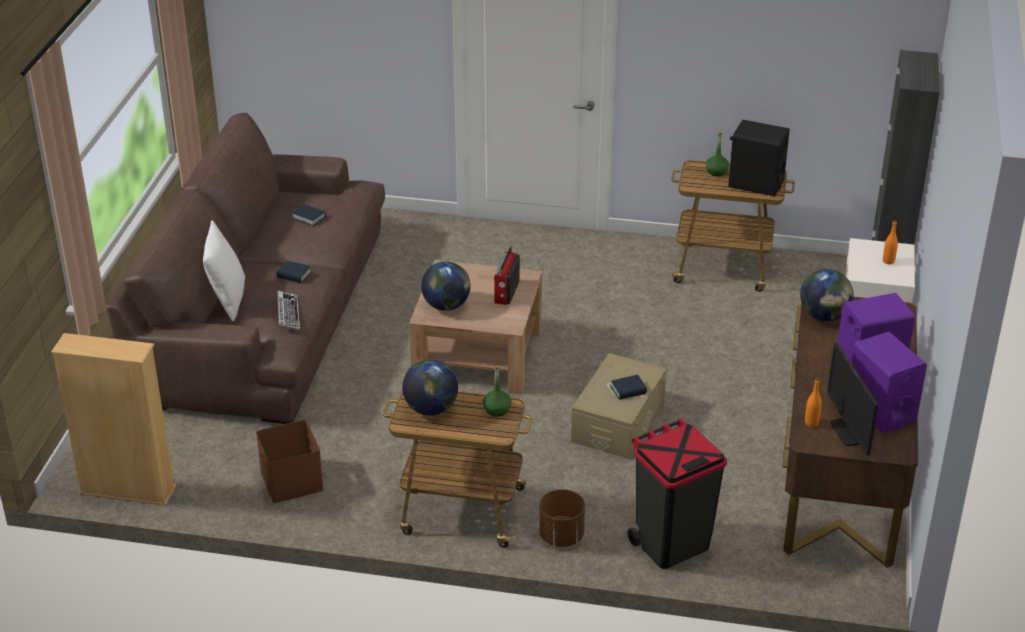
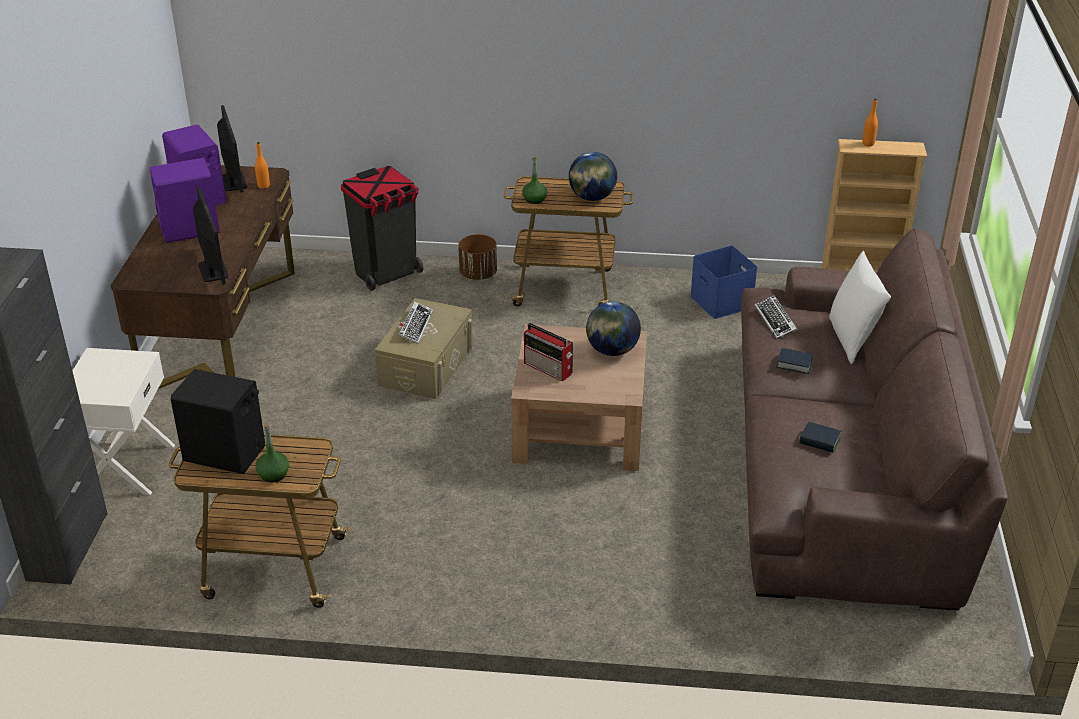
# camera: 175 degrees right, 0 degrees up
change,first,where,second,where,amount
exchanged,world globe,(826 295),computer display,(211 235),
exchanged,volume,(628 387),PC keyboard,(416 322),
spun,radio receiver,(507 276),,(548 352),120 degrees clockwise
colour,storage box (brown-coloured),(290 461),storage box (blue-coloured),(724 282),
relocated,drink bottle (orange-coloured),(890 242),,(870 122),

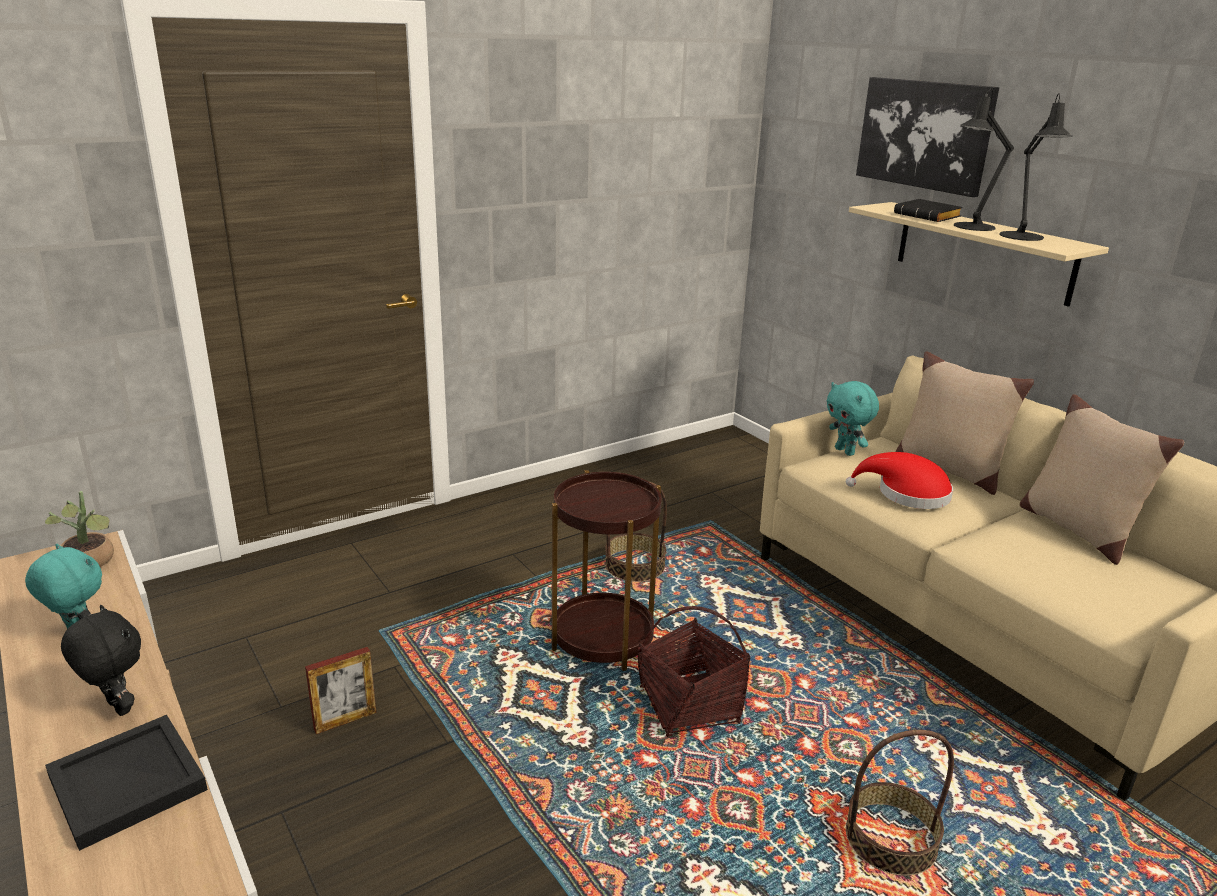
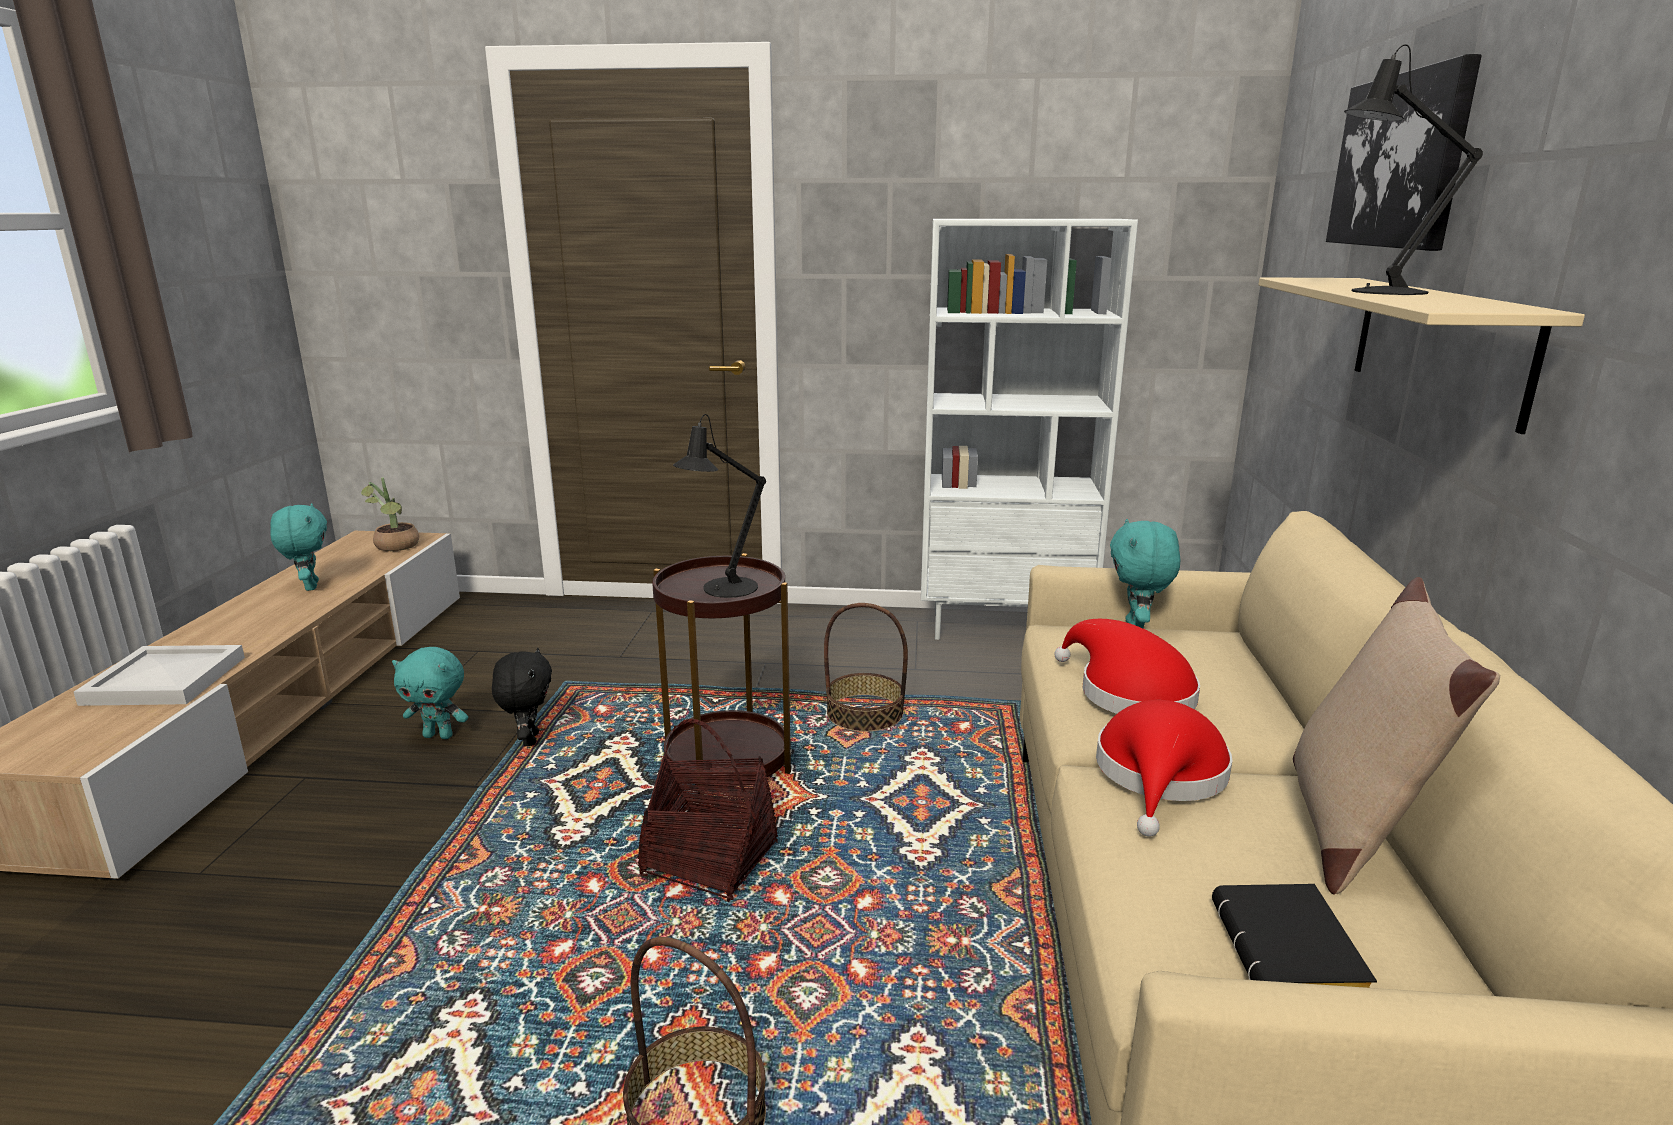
# camera: 40 degrees right, 5 degrees down
change,first,where,second,where,amount
colour,serving tray (black),(126 783),serving tray (white-coloured),(159 675),
exchanged,picture frame,(340 690),plush toy (turquoise),(430 693),
relocated,plush toy (black),(101 660),,(522 697),
relocated,lamp for a table (black),(1035 167),,(719 506),
appeared,,,bookshelf (white-coloured),(1029 429),
appeared,,,clothing hat (red-coloured),(1164 768),
relocated,volume (black),(928 210),,(1294 936),
missing,cushion (beige),(964 423),,,

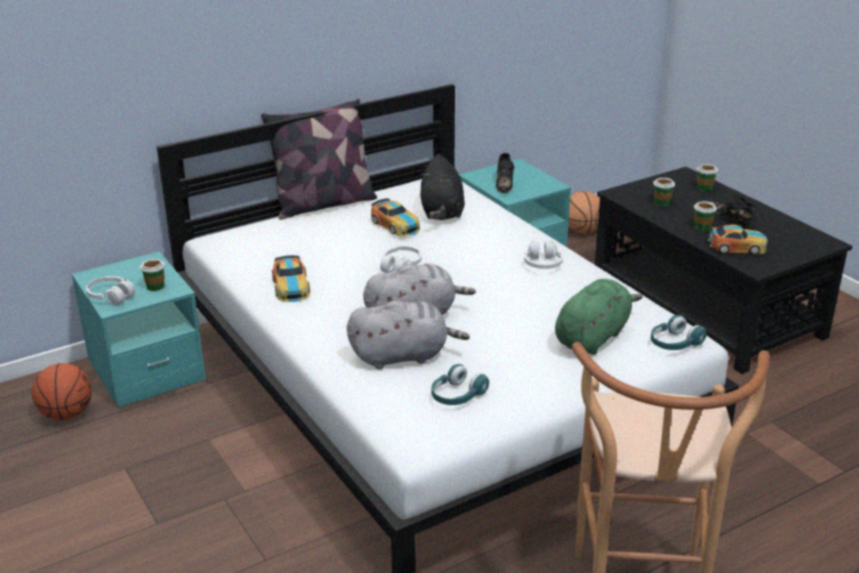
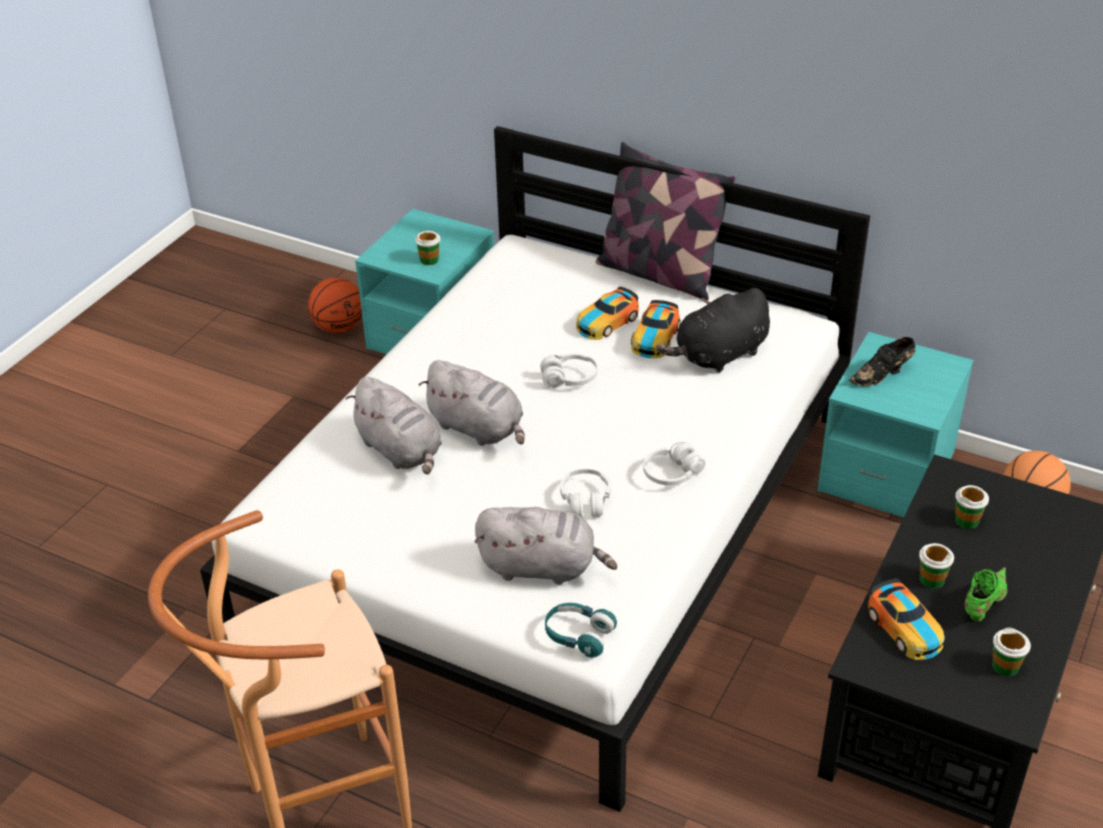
# camera: 60 degrees right, 10 degrees up
change,first,where,second,where,amount
colour,plush toy (green-coloured),(599 317),plush toy (greyish),(545 546),
relocated,pair of headphones (white-coloured),(110 290),,(585 493),
relocated,model car,(291 278),,(607 313),
colour,item of footwear (black),(735 211),item of footwear (green-coloured),(985 594),
relocated,drinking cup,(707 177),,(1011 651),
missing,pair of headphones (turquoise),(460 384),,,

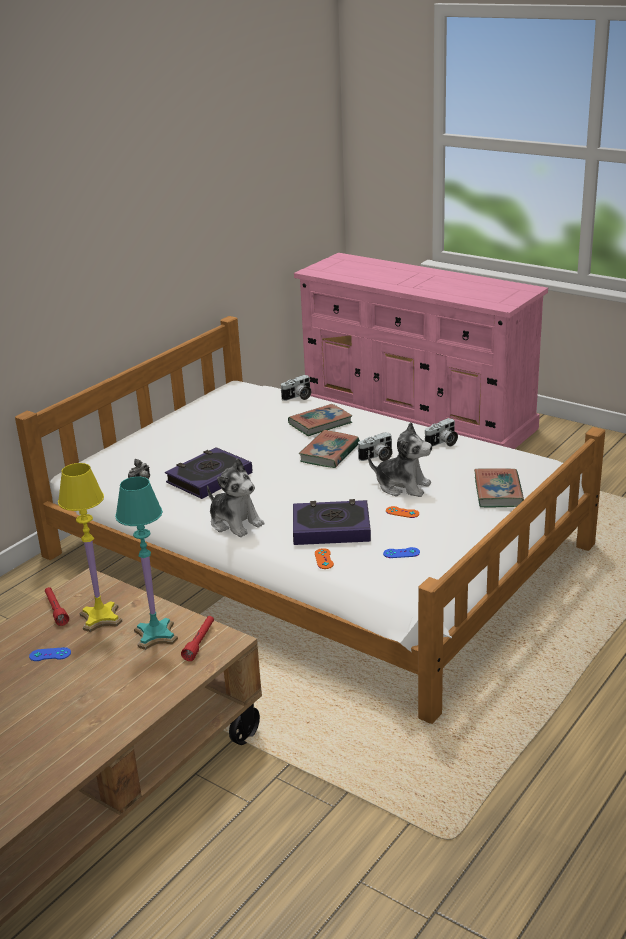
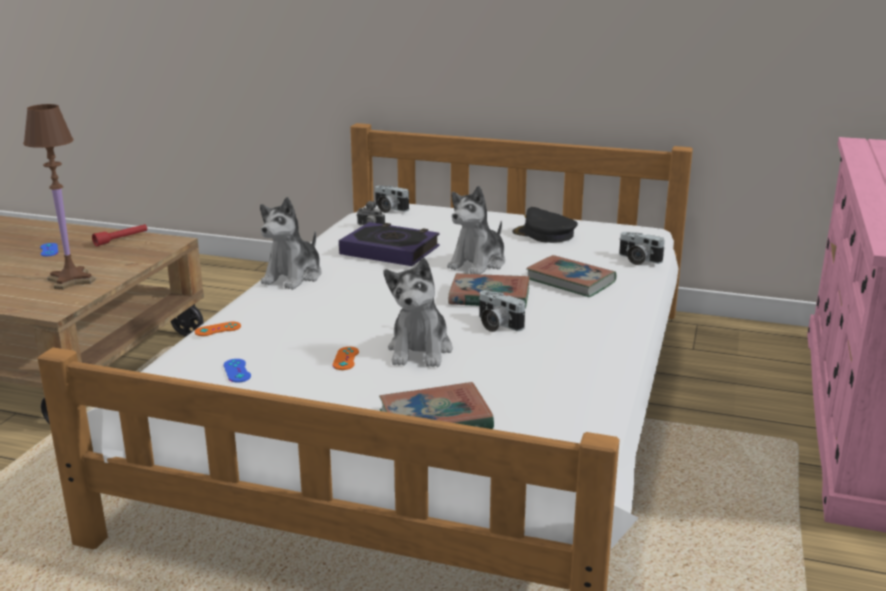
# camera: 70 degrees right, 5 degrees down
change,first,where,second,where,amount
colour,lamp for a table (turquoise),(146 563),lamp for a table (brown-coloured),(59 197),
relocated,still camera,(441 432),,(392 199),
appeared,,,plush toy,(476 230),
appeared,,,cap (black),(545 225),
missing,lamp for a table (yellowish),(90 547),,,
missing,torch (red-coloured),(197 638),,,
missing,volume,(332 522),,,

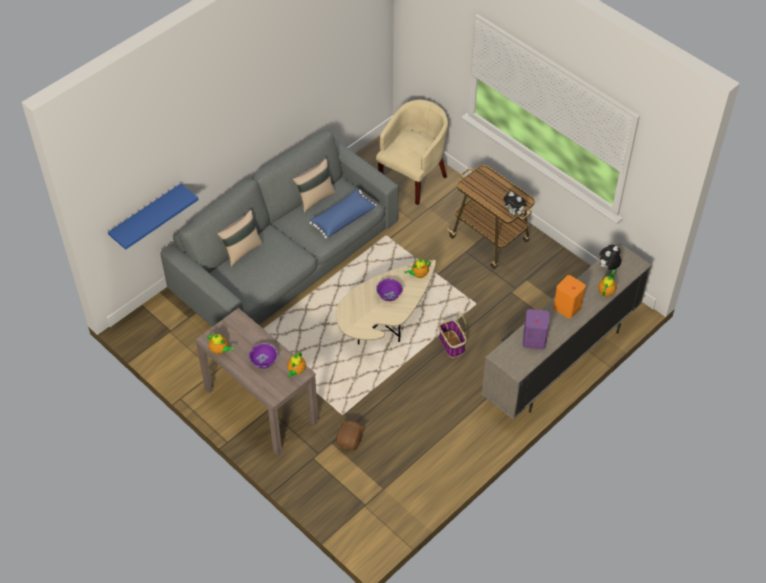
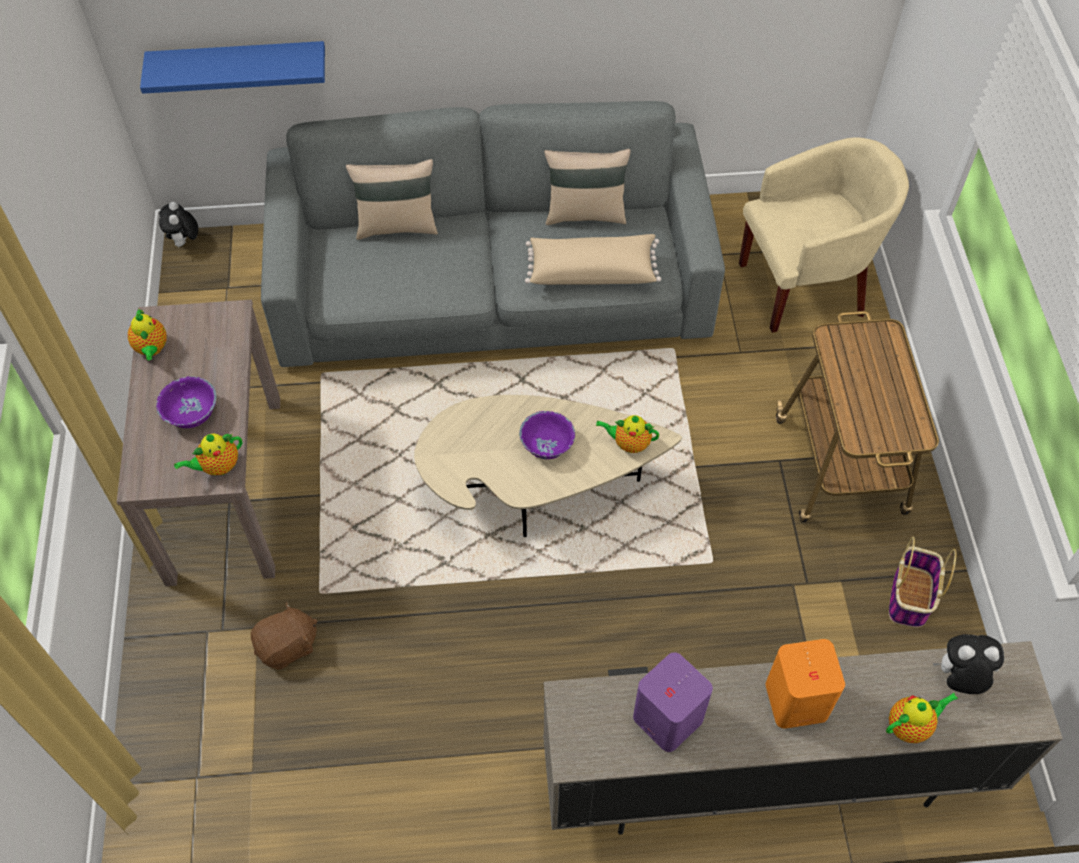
# camera: 40 degrees right, 5 degrees up
change,first,where,second,where,amount
relocated,plush toy,(515 203),,(178 225),
colour,cushion (blue-coloured),(343 214),cushion (beige),(593 259),
relocated,household basket,(453 335),,(923 582),

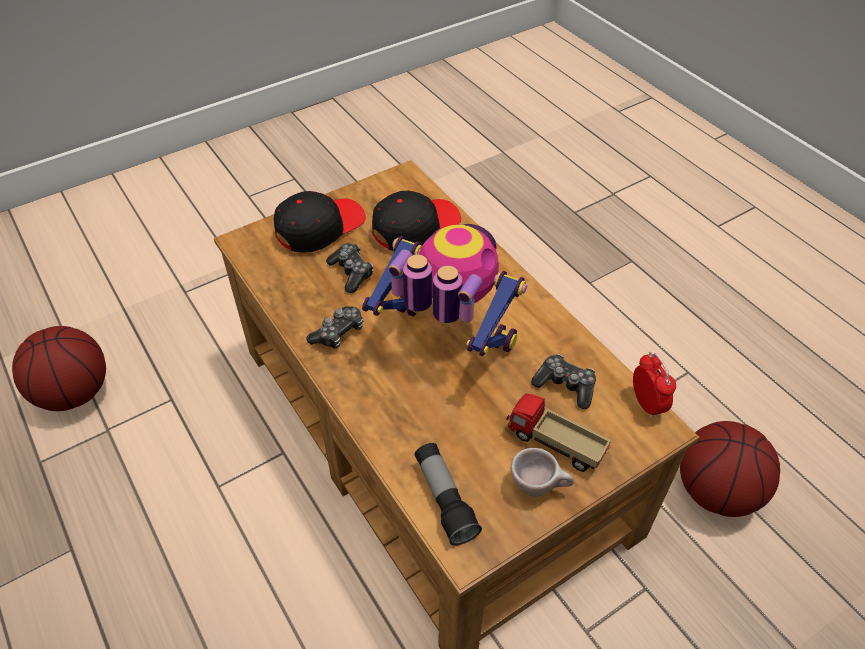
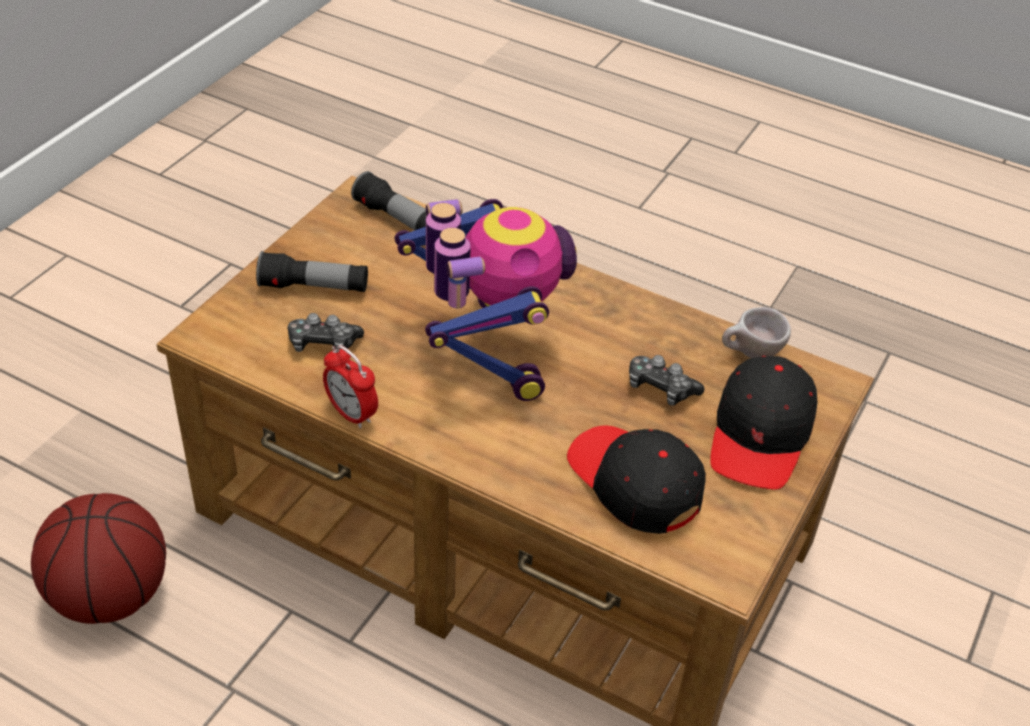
# camera: 150 degrees right, 5 degrees down
change,first,where,second,where,amount
exchanged,model truck,(558 433),torch,(312 271),
relocated,table clock,(654 385),,(350 387),
spun,robot figure,(444 290),,(485 300),105 degrees counterclockwise
spun,cap (black),(416 221),,(636 480),120 degrees clockwise
relocated,drinking cup (beige),(542 472),,(756 332),
missing,ball for basketball,(59 368),,,
missing,game controller,(334 327),,,

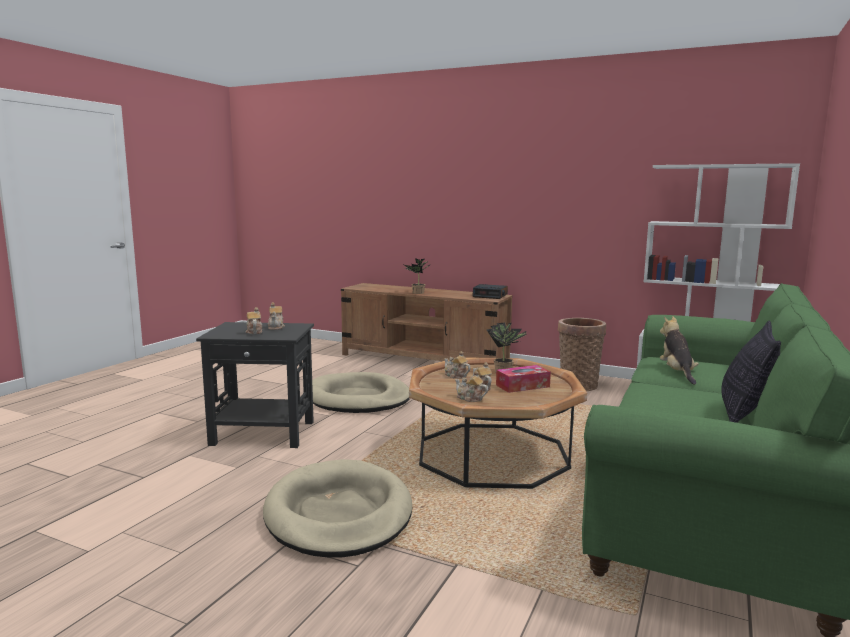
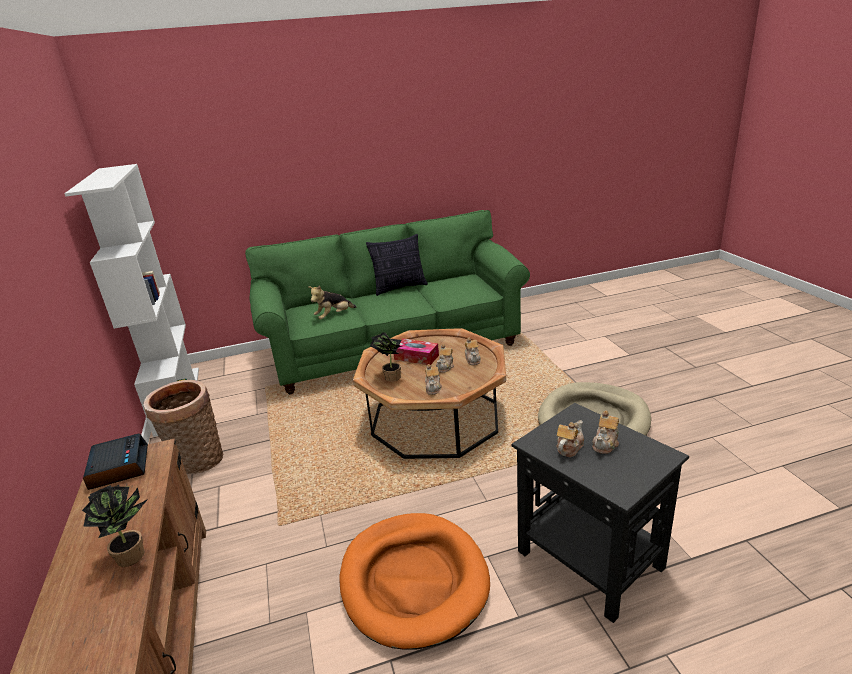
# camera: 130 degrees left, 15 degrees up
change,first,where,second,where,amount
colour,pet bed (beige),(361 392),pet bed (orange-coloured),(414 581),

